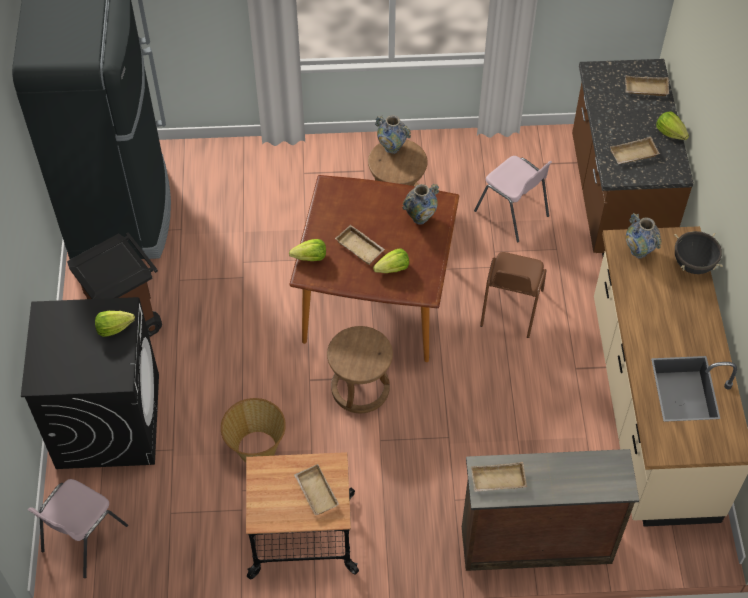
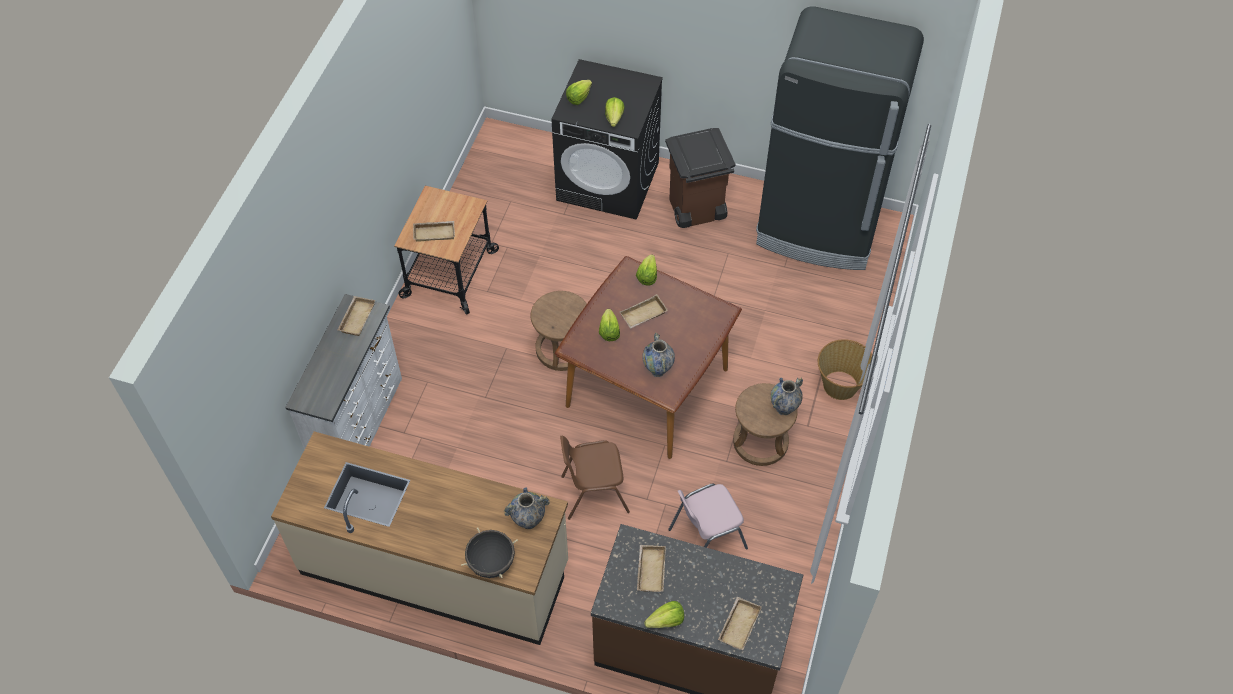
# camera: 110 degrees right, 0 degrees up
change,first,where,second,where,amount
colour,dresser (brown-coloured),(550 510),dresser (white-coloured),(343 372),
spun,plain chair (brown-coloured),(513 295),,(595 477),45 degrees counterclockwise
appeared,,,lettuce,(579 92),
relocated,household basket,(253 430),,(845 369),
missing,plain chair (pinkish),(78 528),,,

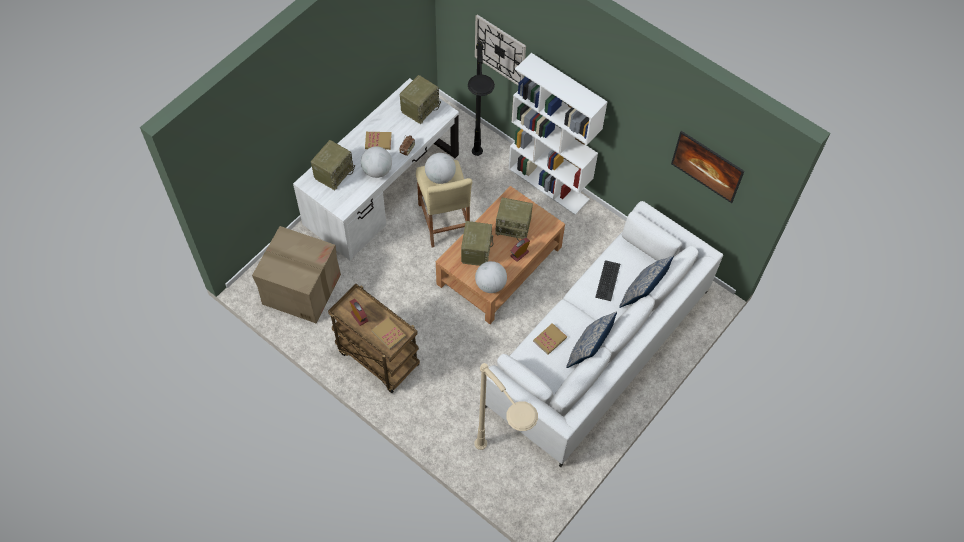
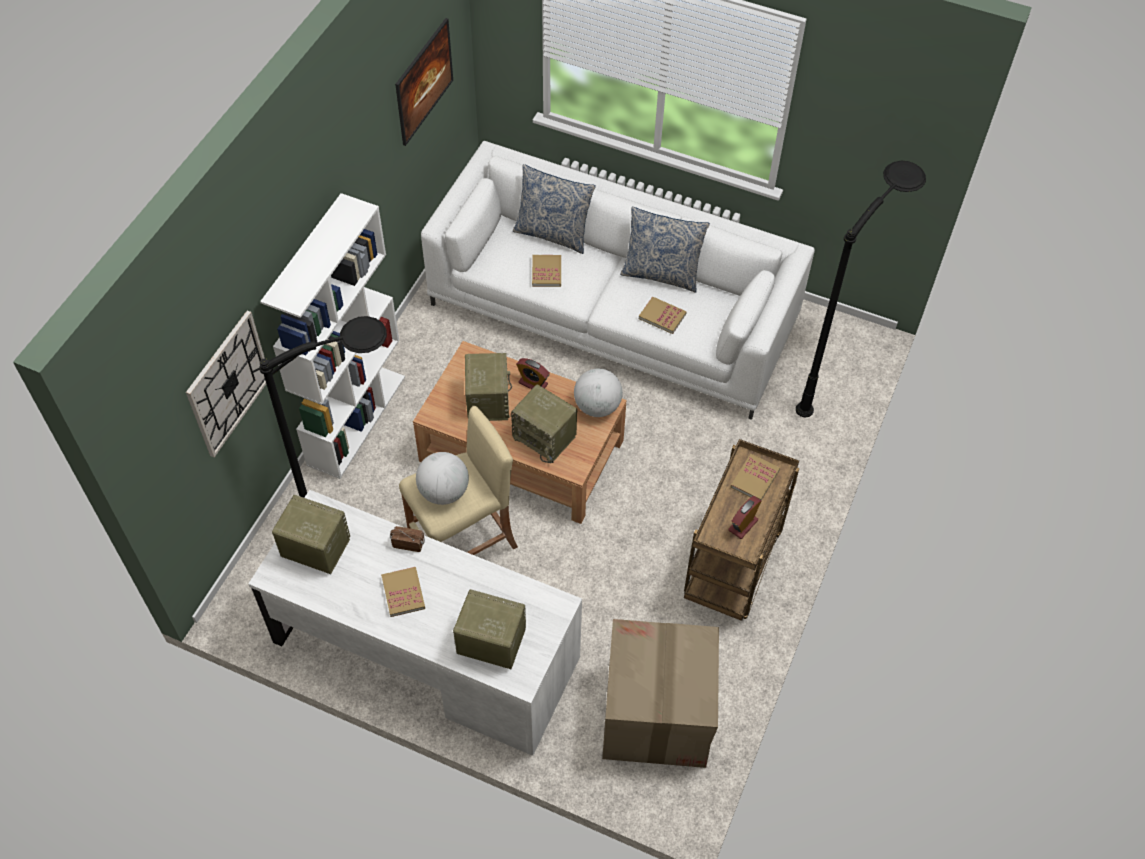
# camera: 105 degrees left, 5 degrees down
change,first,where,second,where,amount
spun,radio receiver,(477 243),,(544 423),135 degrees counterclockwise
exchanged,PC keyboard,(607 280),volume,(546 271),
colour,standard lamp (beige),(506 406),standard lamp (black),(861 289),
missing,world globe,(376 162),,,

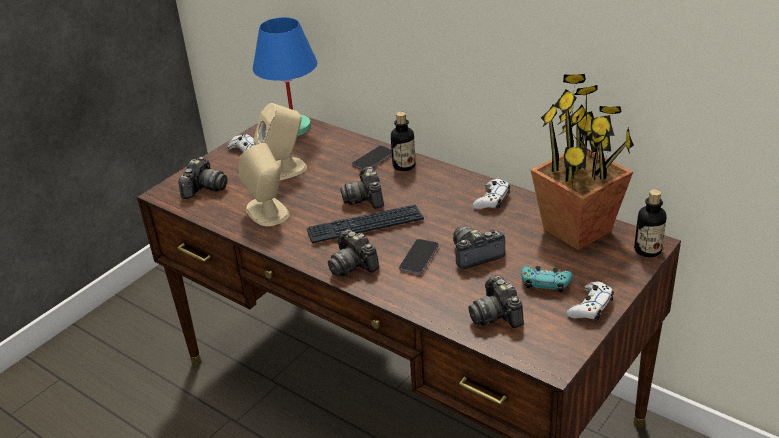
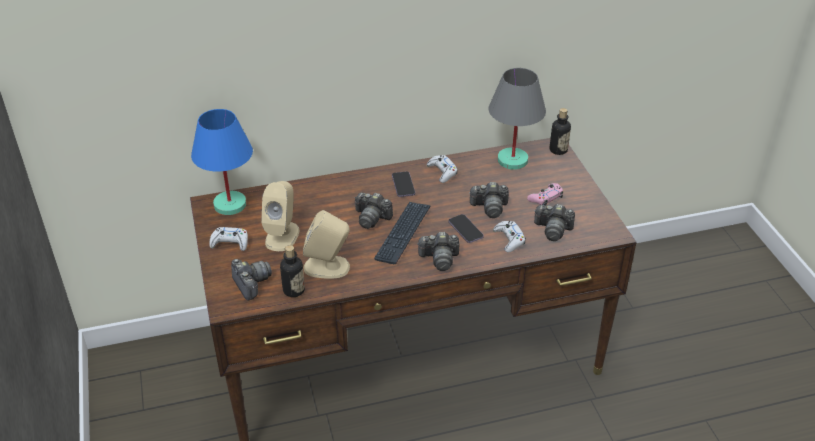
# camera: 55 degrees left, 5 degrees up
change,first,where,second,where,amount
relocated,drink bottle,(403 141),,(292 271),
relocated,phone,(372 158),,(403 184),
spun,still camera,(479 247),,(489 200),105 degrees counterclockwise
exchanged,potted plant,(582 162),lamp for a table (greyish),(517 119),
relocated,game controller (white-coloured),(590 301),,(509 237),
colour,game controller (turquoise),(547 279),game controller (pinkish),(545 194),

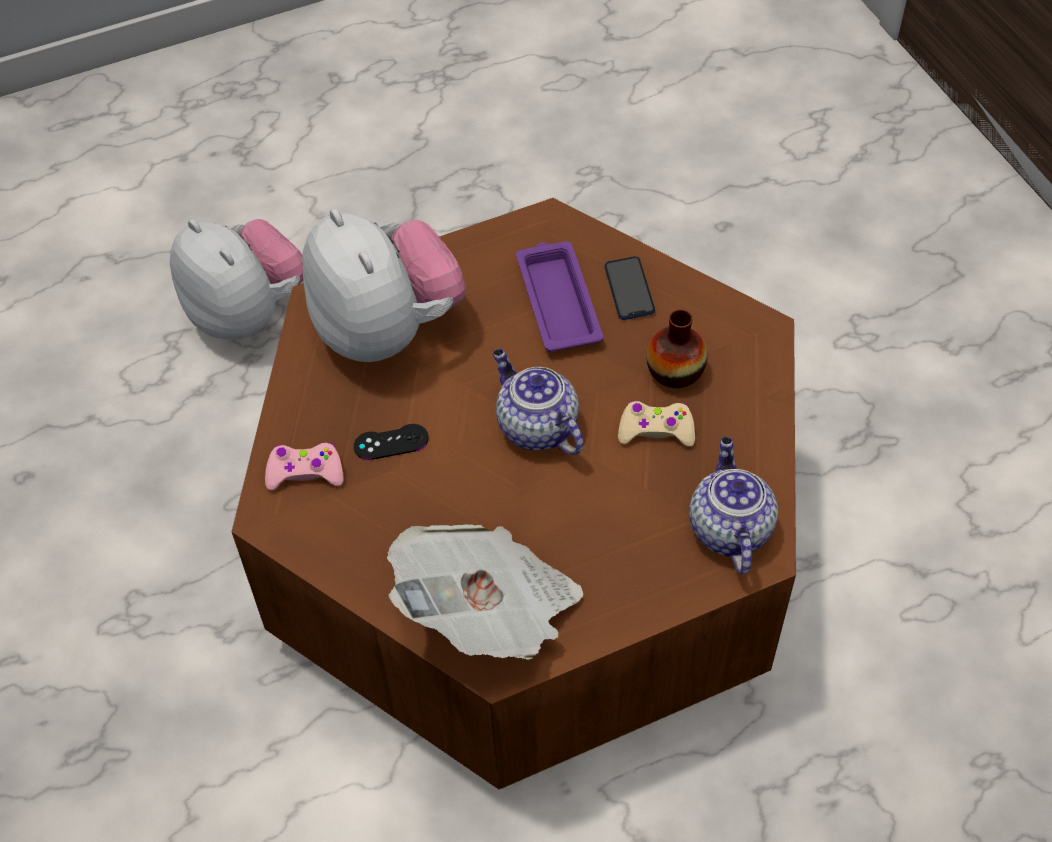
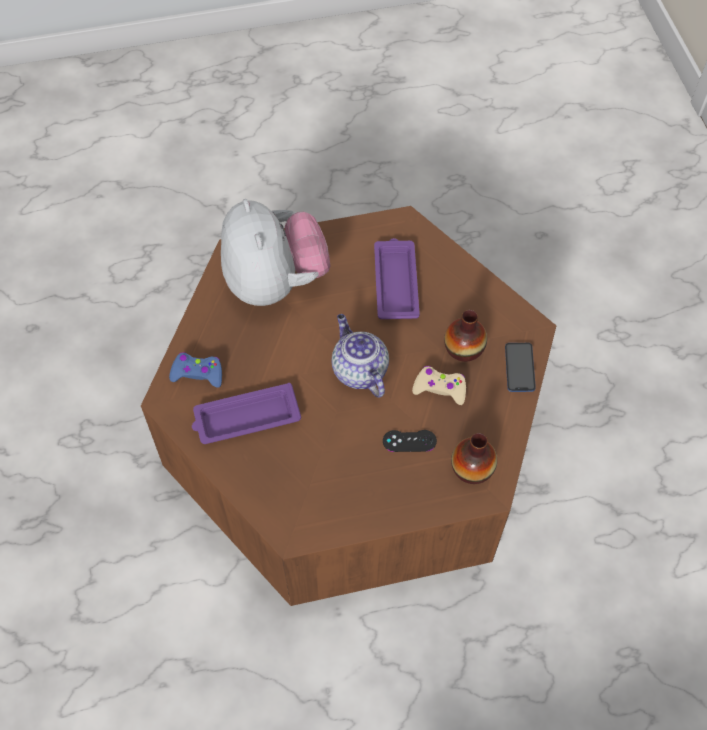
# camera: 10 degrees right, 5 degrees up
change,first,where,second,where,amount
colour,game controller (pinkish),(304 466),game controller (blue-coloured),(195 370),
appeared,,,serving tray (purple),(246 413),
relocated,game controller (black),(391 442),,(410 441),
exchanged,tea pot,(733 505),vase,(474 458),
relocated,phone,(629 288),,(520 367),
missing,plush toy,(236 279),,,
missing,daily paper,(485 592),,,

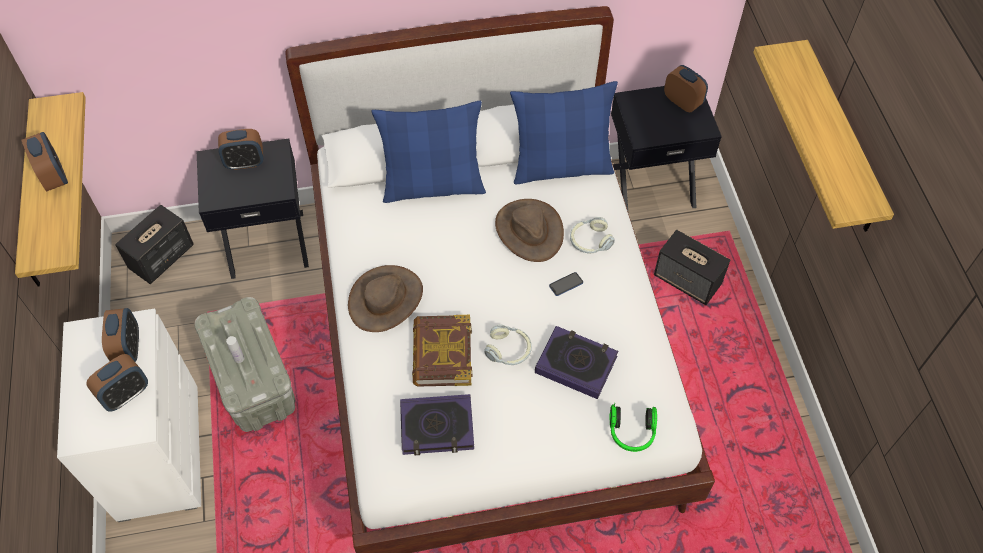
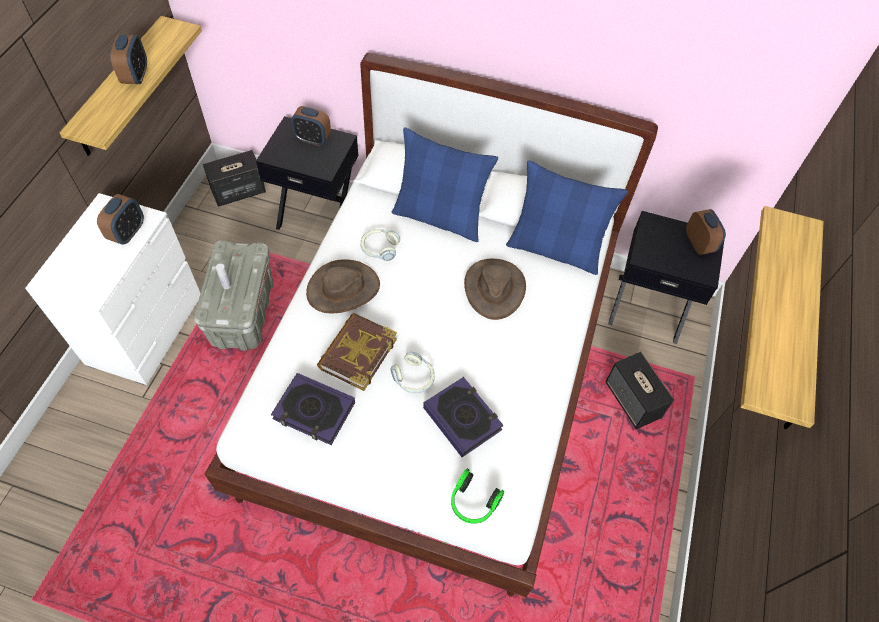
# camera: 25 degrees right, 0 degrees up
change,first,where,second,where,amount
relocated,pair of headphones,(592 235),,(380 245),
missing,table clock,(117 383),,,
missing,phone,(566 284),,,

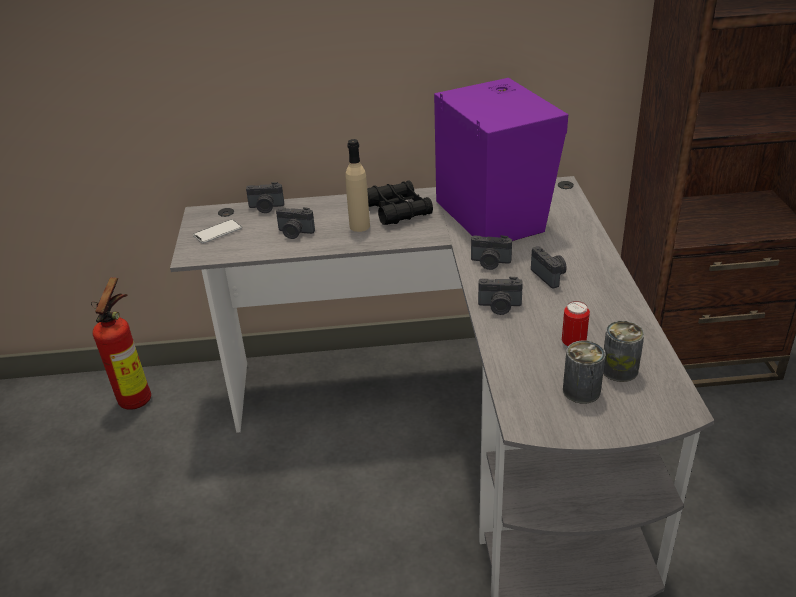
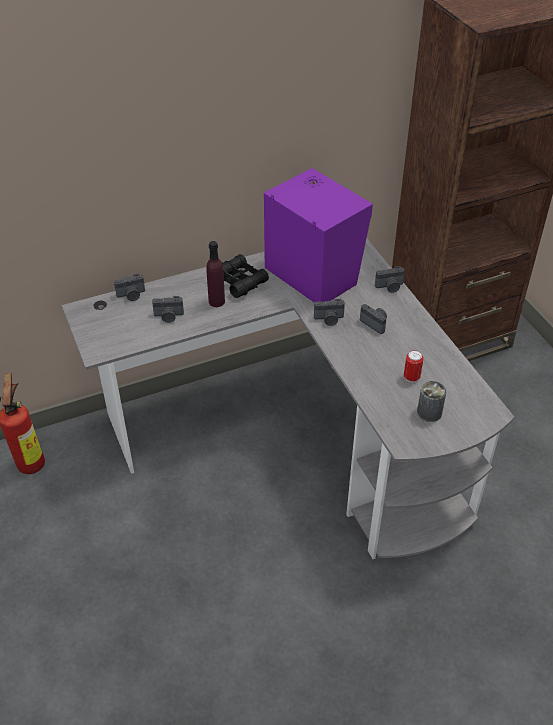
# camera: 20 degrees left, 10 degrees up
change,first,where,second,where,amount
colour,drink bottle (beige),(357 185),drink bottle (purple),(215 274),
relocated,still camera,(500 296),,(390 279),
missing,phone,(217 231),,,
missing,sealed can,(623 351),,,

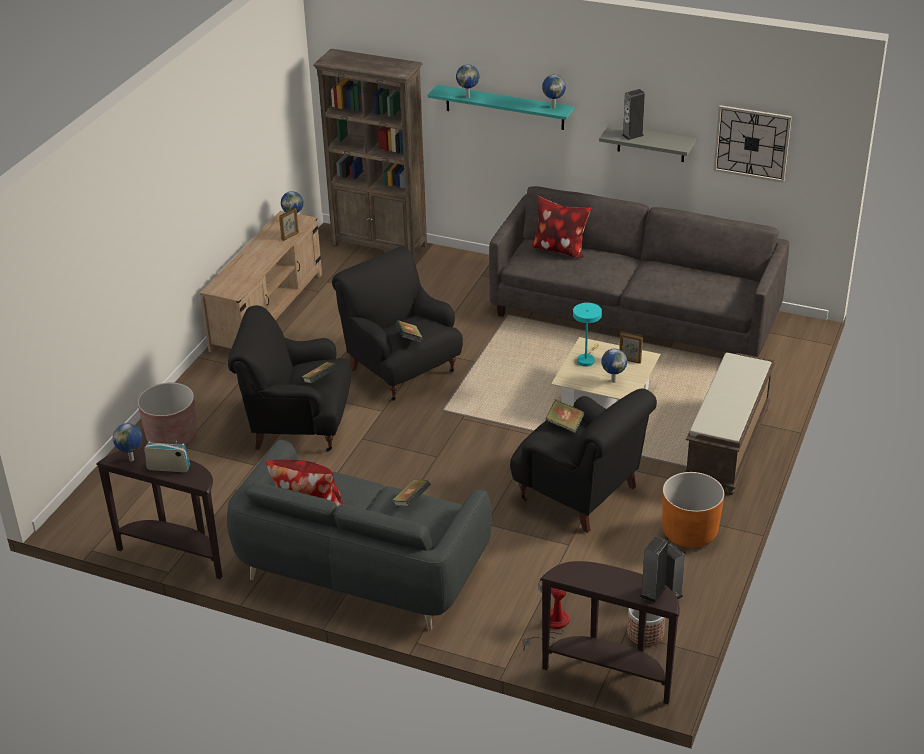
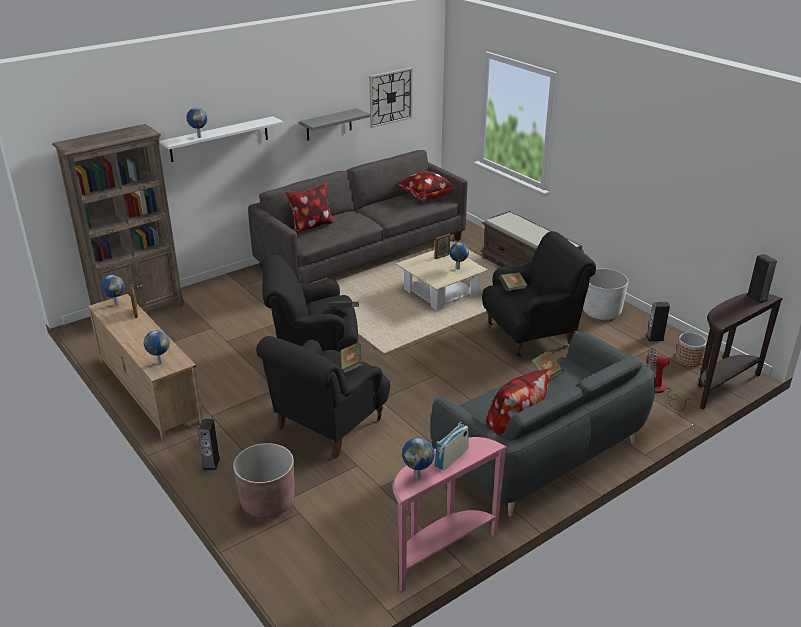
# camera: 60 degrees left, 5 degrees down
change,first,where,second,where,amount
relocated,world globe,(554 92),,(157 347),
colour,shelf (turquoise),(501 107),shelf (white-coloured),(221 139),
relocated,loudspeaker,(633 114),,(209 444),
colour,hall table (brown-coloured),(159 514),hall table (pinkish),(450 514),
appeared,,,cushion,(426 186),
colour,flower pot (orange-coloured),(693 510),flower pot (white-coloured),(605 294),
missing,lamp for a table (turquoise),(587 335),,,

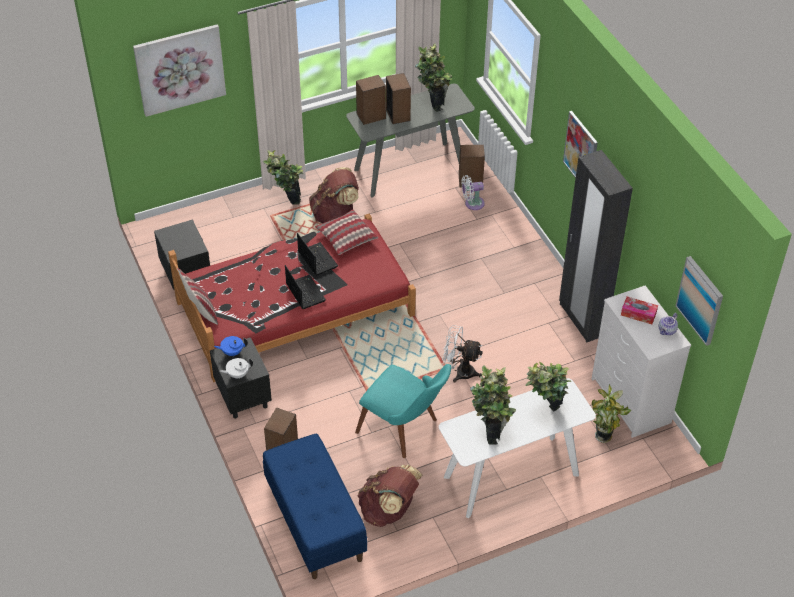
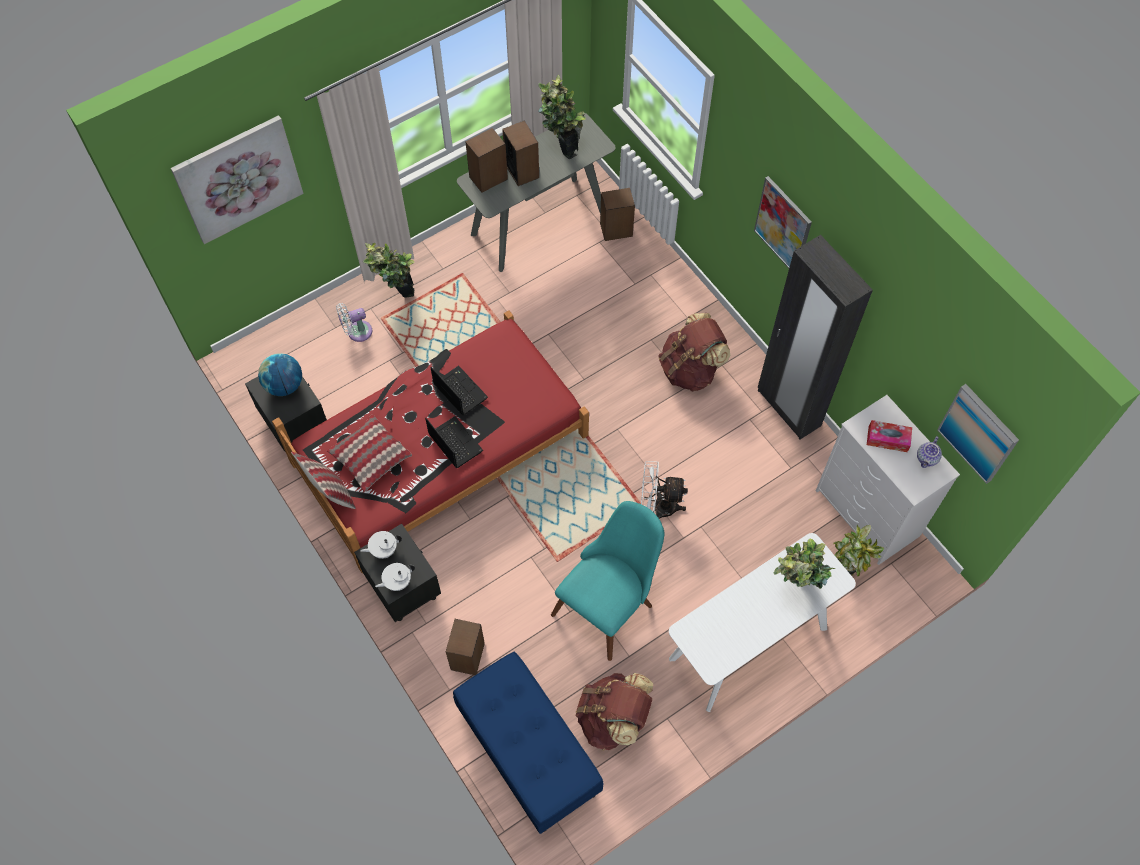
# camera: 10 degrees left, 15 degrees up
change,first,where,second,where,amount
appeared,,,world globe,(280 374),
relocated,cushion,(346 232),,(369 453),
relocated,fan (white-coloured),(473 192),,(354 322),
colour,tea pot (blue-coloured),(231 346),tea pot (white-coloured),(381 545),
spun,plain chair (turquoise),(403 411),,(608 581),75 degrees counterclockwise
relocated,knapsack (brown-coloured),(334 195),,(694 352),
missing,potted plant,(493 405),,,

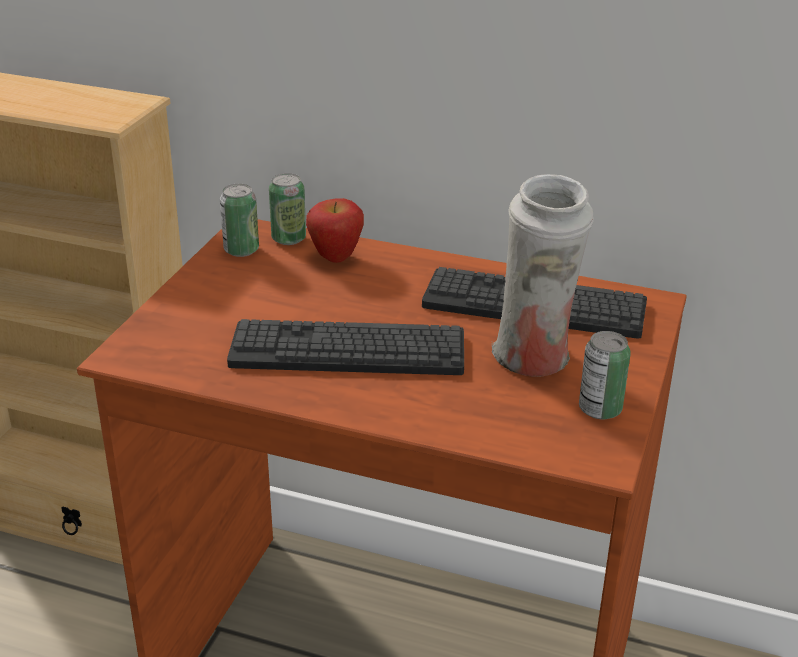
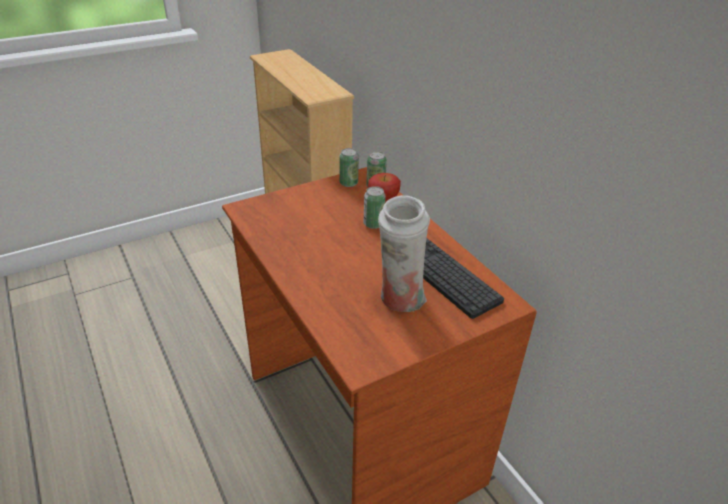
# camera: 40 degrees right, 5 degrees up
change,first,where,second,where,amount
relocated,sealed can,(605 375),,(375 207),
missing,PC keyboard,(345 347),,,

